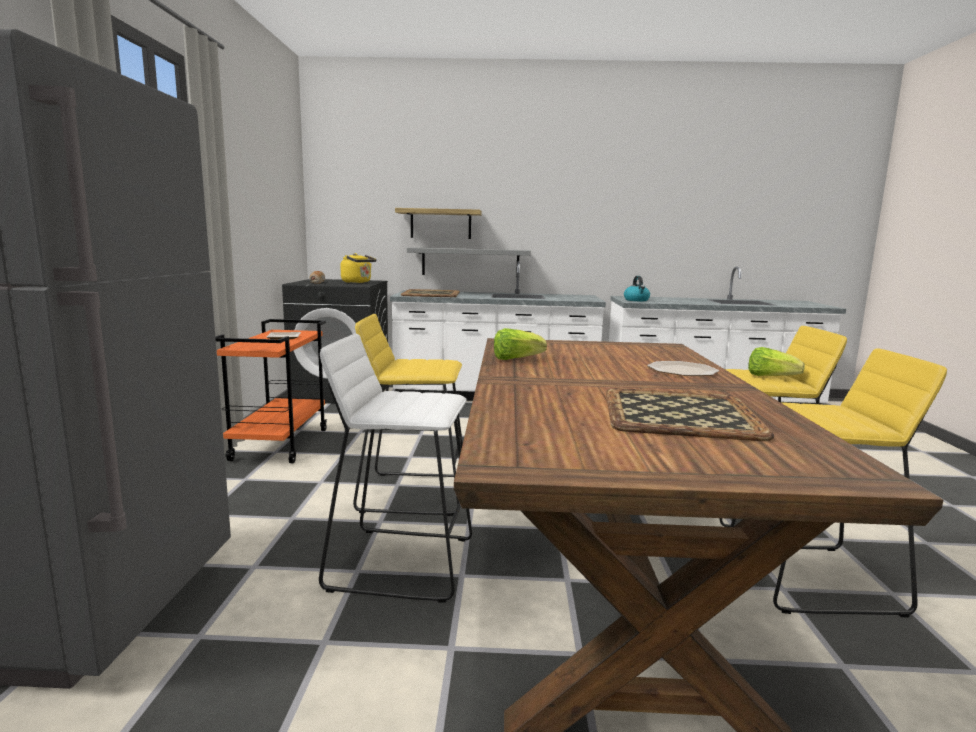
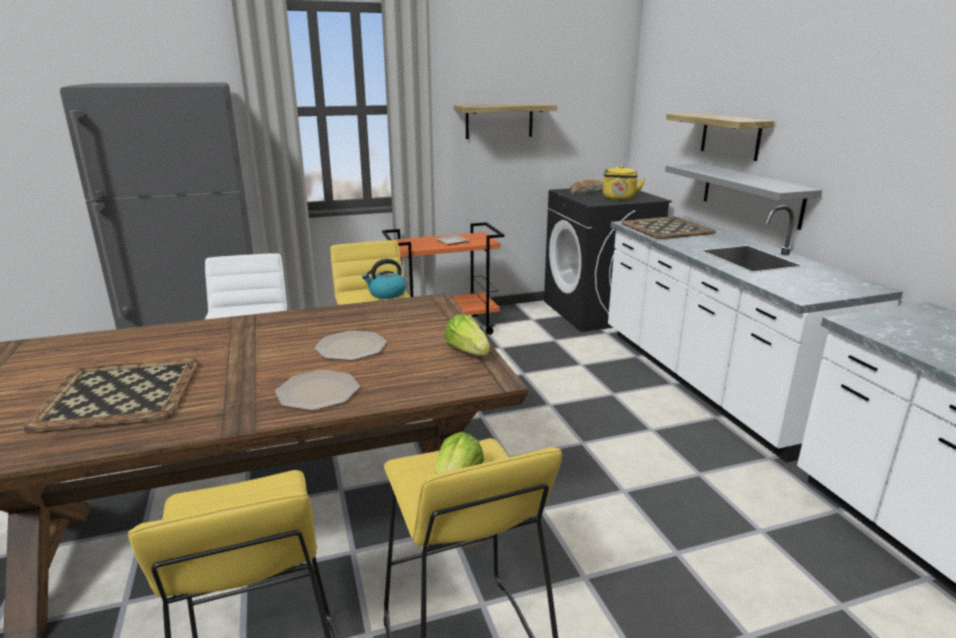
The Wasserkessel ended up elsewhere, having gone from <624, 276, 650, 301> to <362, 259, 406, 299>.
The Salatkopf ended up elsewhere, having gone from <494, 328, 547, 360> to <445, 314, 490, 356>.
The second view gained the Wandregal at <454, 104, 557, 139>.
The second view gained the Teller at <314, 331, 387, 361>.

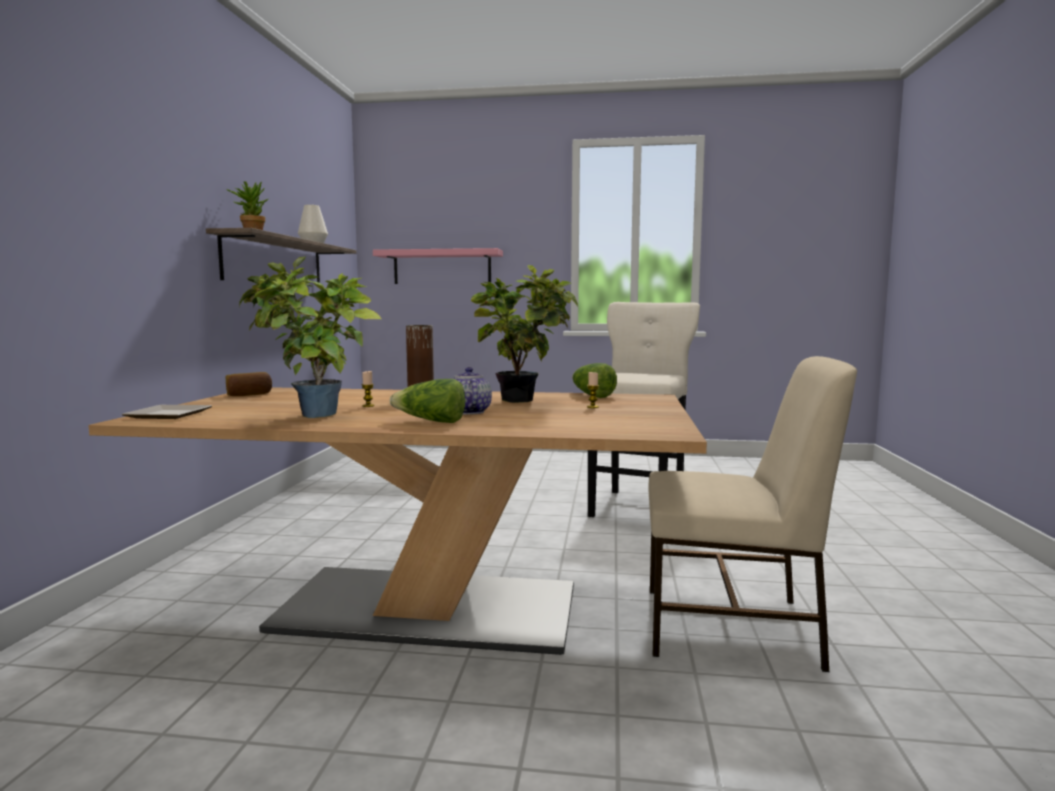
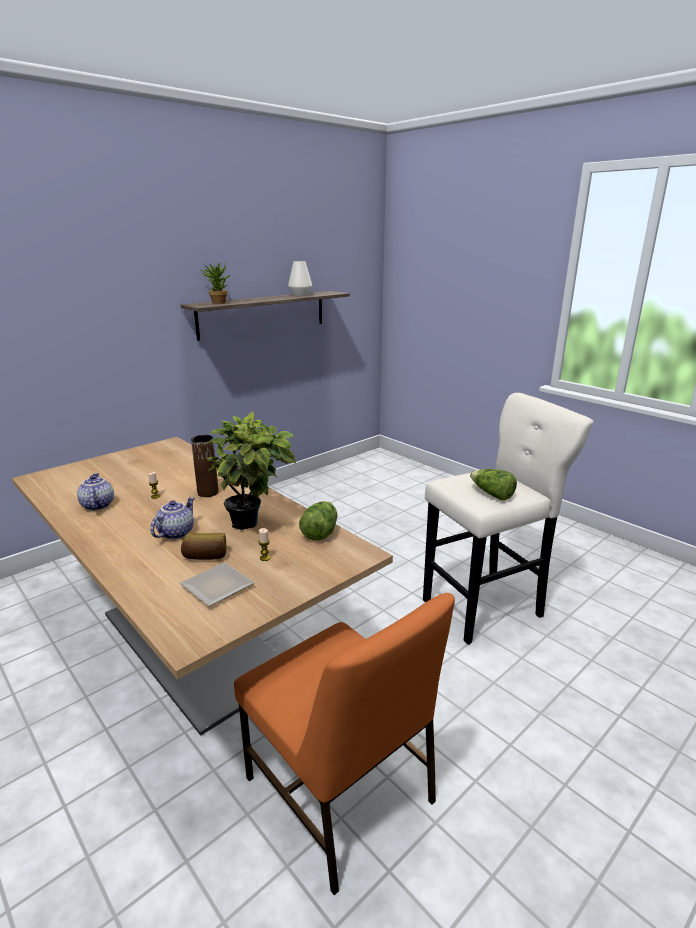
The second view lost the Wandregal [rosa] at <373, 248, 503, 284>.
Where the Topfpflanze stood at <239, 257, 382, 418>, the Teekanne came to stand at <77, 473, 114, 511>.
What was the Stuhl [beige] at <648, 356, 857, 672> turned into the Stuhl [orange] at <234, 593, 455, 895>.
The Brot ended up elsewhere, having gone from <226, 372, 272, 396> to <181, 532, 226, 560>.
The Salatkopf ended up elsewhere, having gone from <390, 379, 465, 423> to <470, 469, 517, 500>.
The Teller ended up elsewhere, having gone from <122, 405, 212, 419> to <180, 562, 255, 607>.

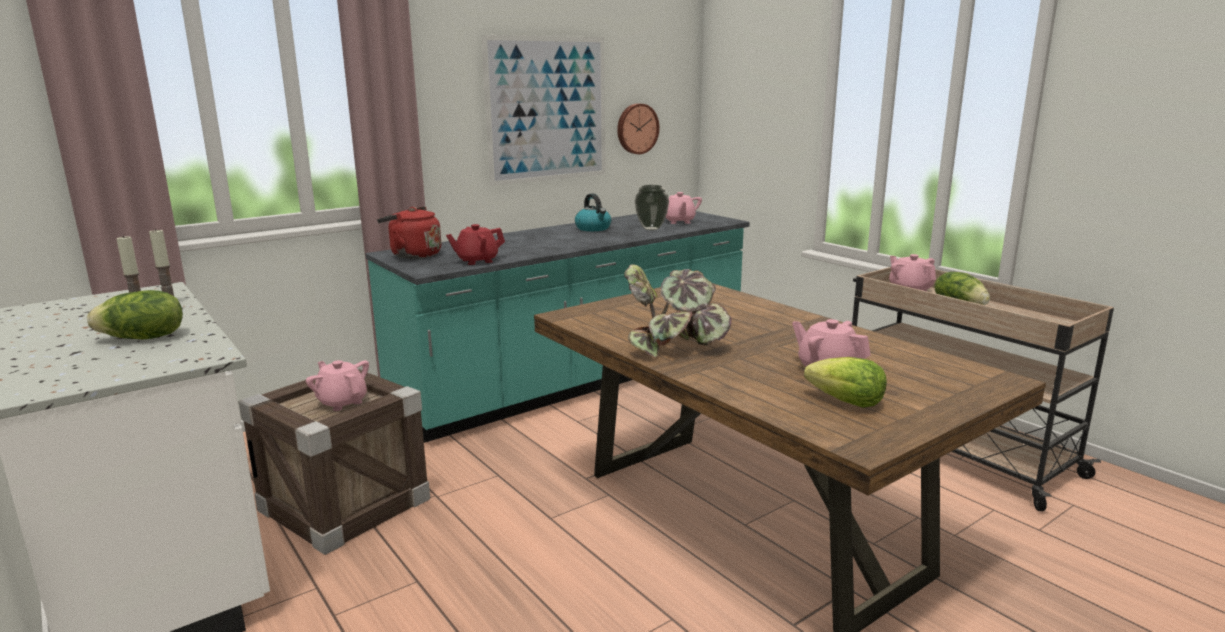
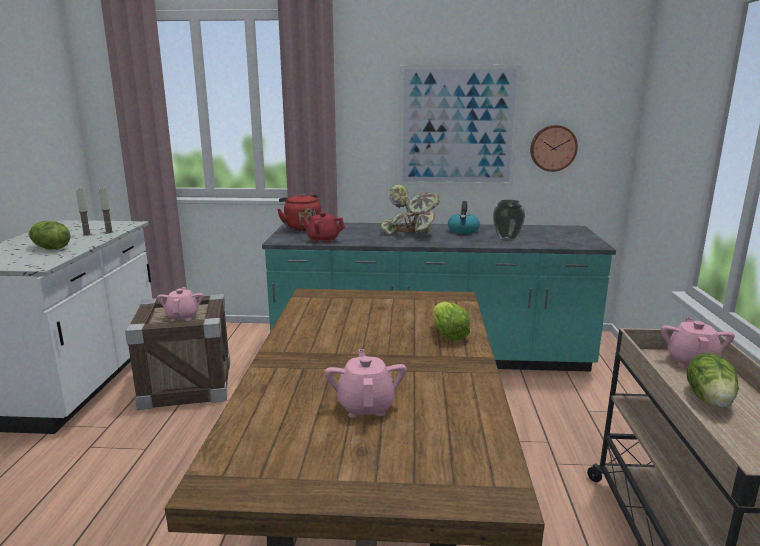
The second view lost the Teekanne [rosa] at <666, 192, 702, 224>.
The Topfpflanze ended up elsewhere, having gone from <624, 264, 732, 358> to <380, 185, 440, 235>.
The Salatkopf ended up elsewhere, having gone from <804, 357, 887, 408> to <433, 302, 470, 341>.

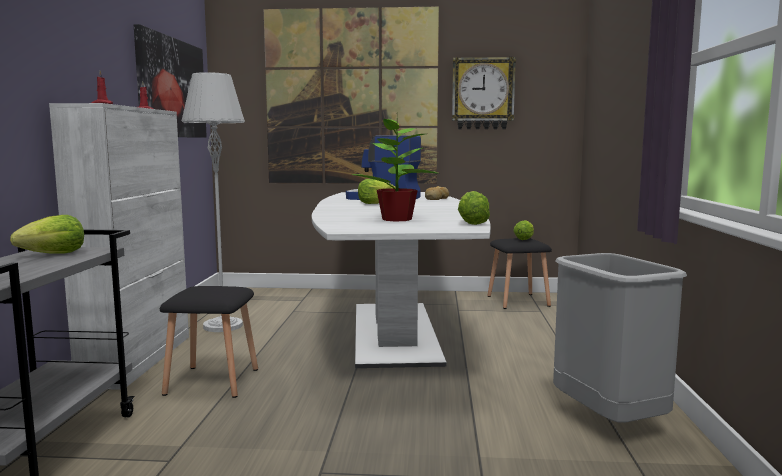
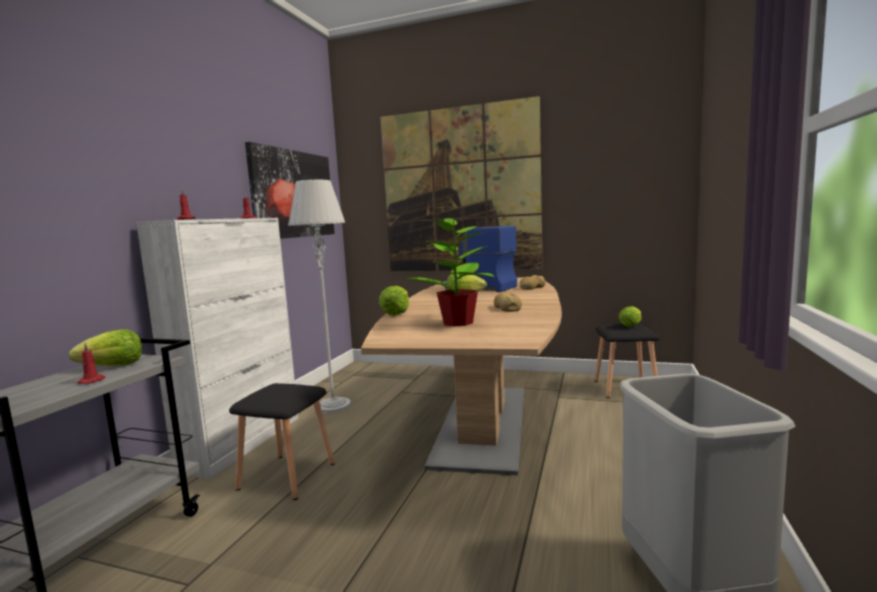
The second view lost the Wanduhr at <452, 57, 516, 129>.
The Salatkopf ended up elsewhere, having gone from <458, 191, 490, 225> to <379, 286, 409, 316>.
What was the Esstisch [weiß] at <312, 192, 491, 368> turned into the Esstisch [braun] at <361, 277, 562, 476>.
The second view gained the Brot at <494, 292, 522, 312>.
The second view gained the Kerze [rot] at <78, 342, 106, 384>.

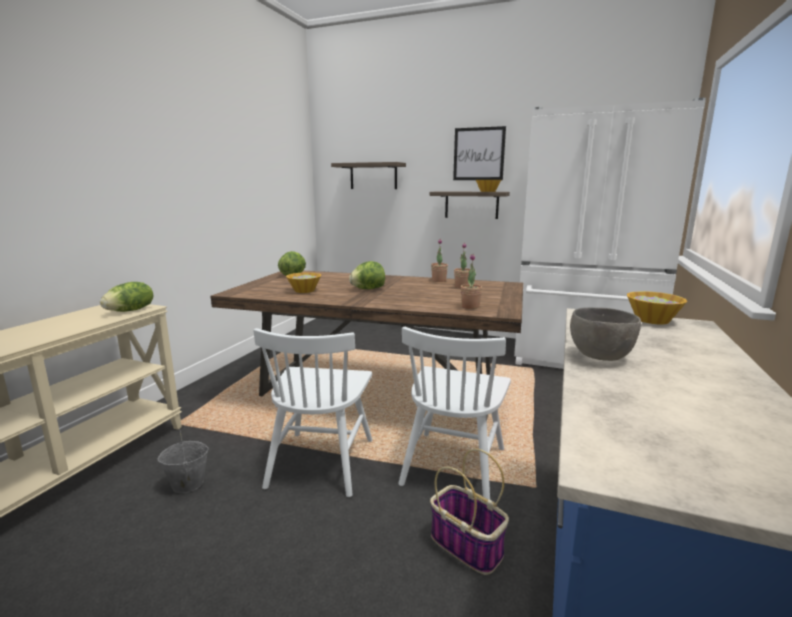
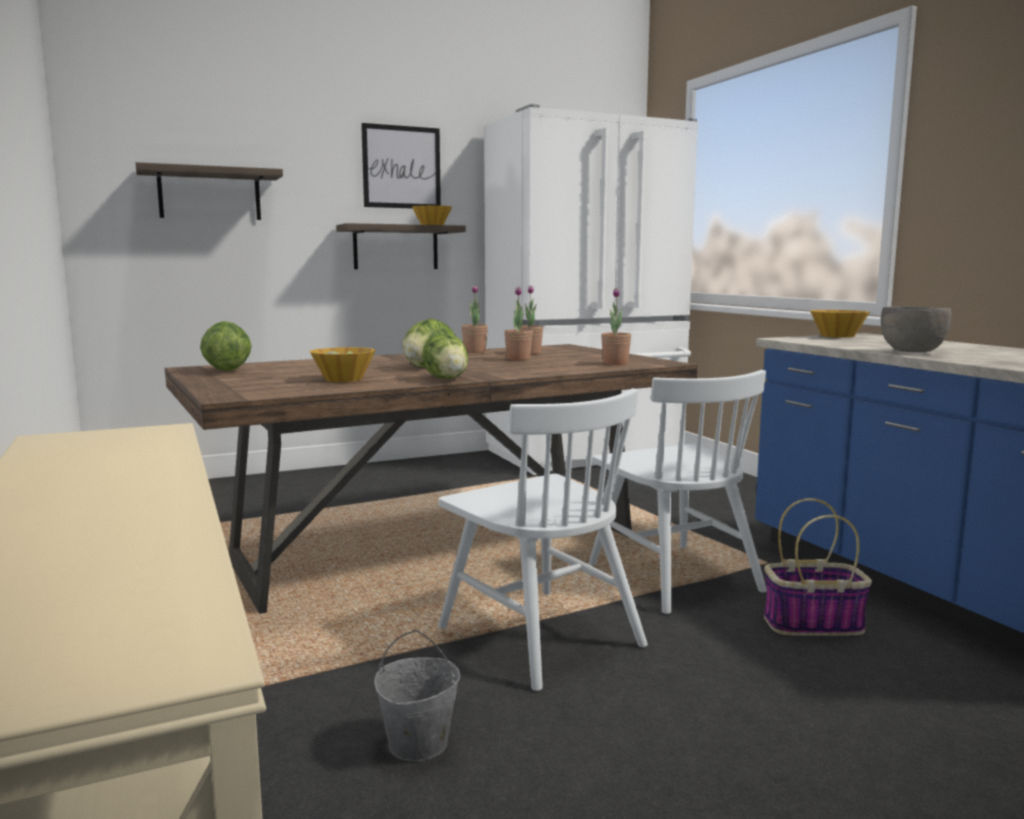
The Salatkopf ended up elsewhere, having gone from <100, 282, 154, 312> to <422, 334, 468, 379>.
The second view gained the Topfpflanze at <504, 287, 533, 360>.

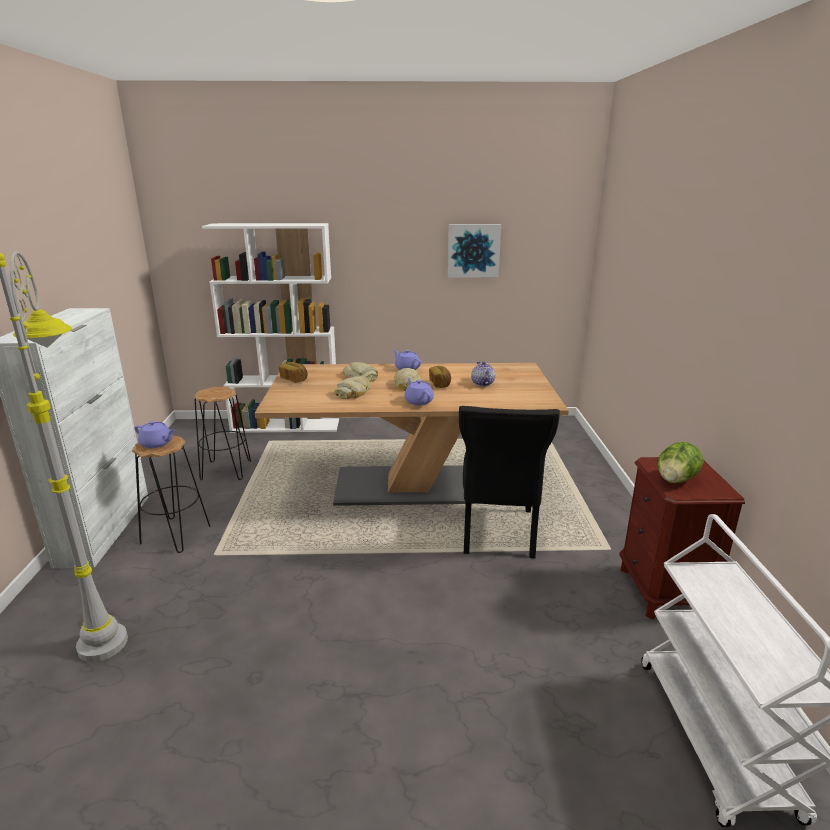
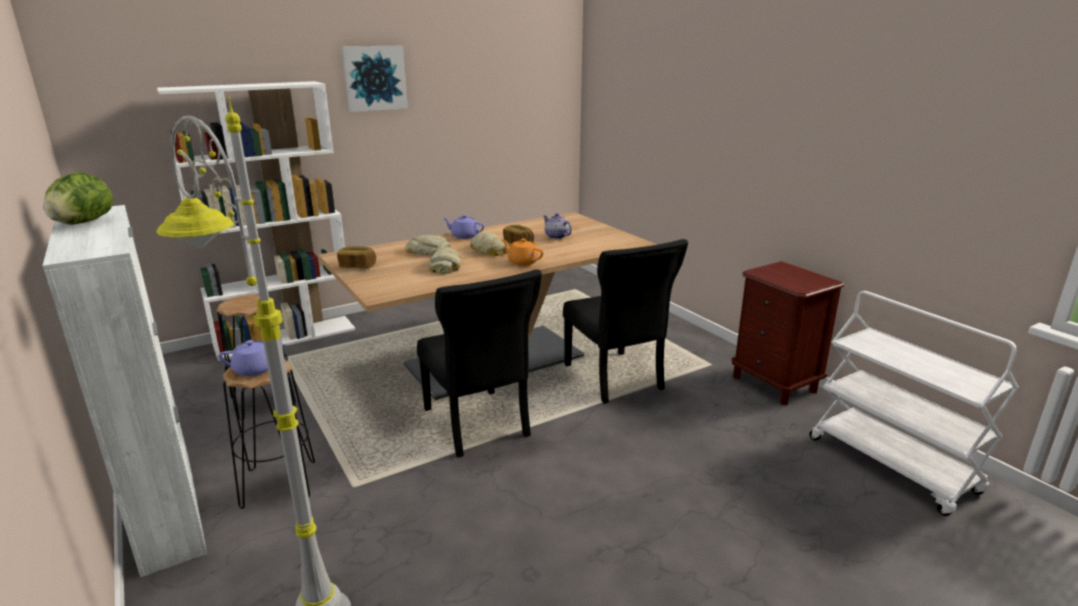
The Bild ended up elsewhere, having gone from <448, 224, 501, 278> to <341, 46, 408, 112>.
What was the Teekanne [lila] at <404, 378, 434, 405> turned into the Teekanne [orange] at <502, 238, 544, 266>.
The Salatkopf ended up elsewhere, having gone from <658, 442, 704, 483> to <43, 172, 113, 225>.
The second view gained the Stuhl [schwarz] at <417, 269, 542, 457>.

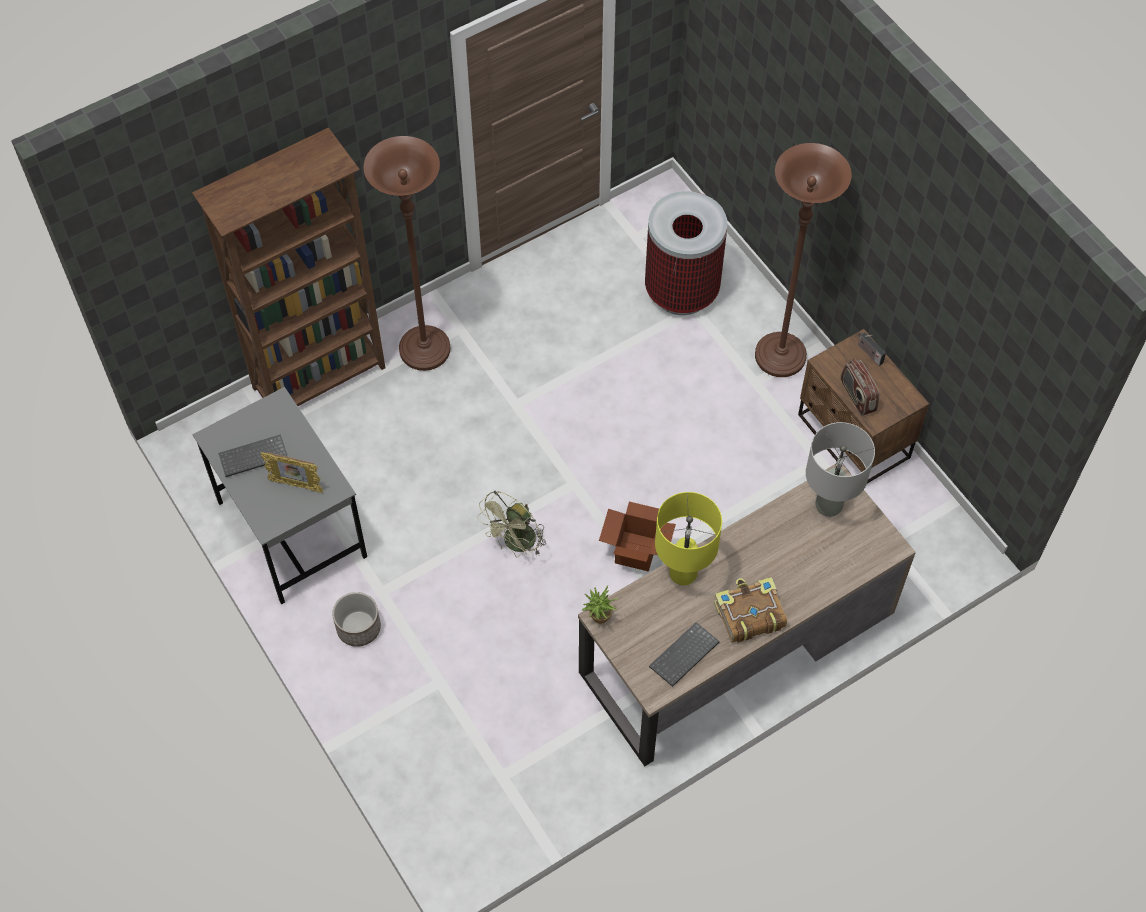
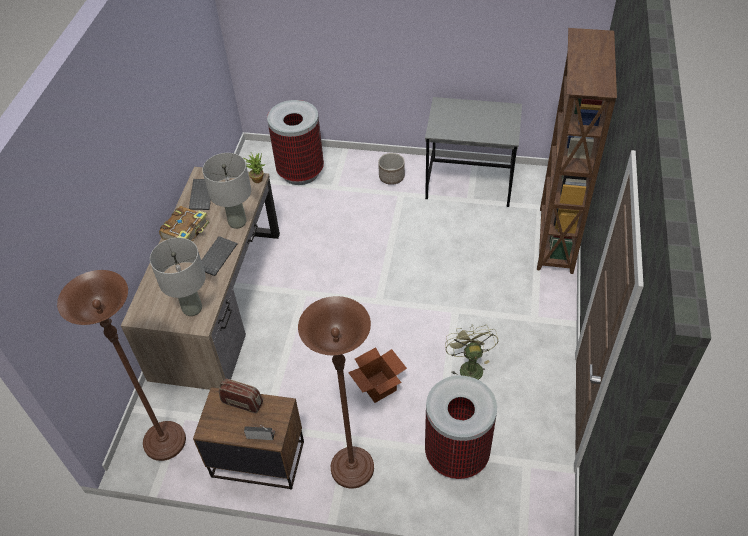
The Stehlampe [braun] ended up elsewhere, having gone from <363, 136, 450, 371> to <57, 270, 186, 461>.
The Tastatur ended up elsewhere, having gone from <218, 434, 288, 477> to <201, 236, 238, 276>.
The second view lost the Bilderrahmen at <260, 452, 323, 493>.
The Ventilator [grün] ended up elsewhere, having gone from <477, 491, 546, 557> to <445, 325, 498, 380>.
What was the Tischlampe [gelb] at <655, 492, 722, 586> turned into the Tischlampe [grau] at <202, 153, 251, 229>.
The Karton ended up elsewhere, having gone from <599, 502, 676, 571> to <348, 347, 407, 403>.
The second view gained the Mülleimer at <267, 100, 324, 185>.

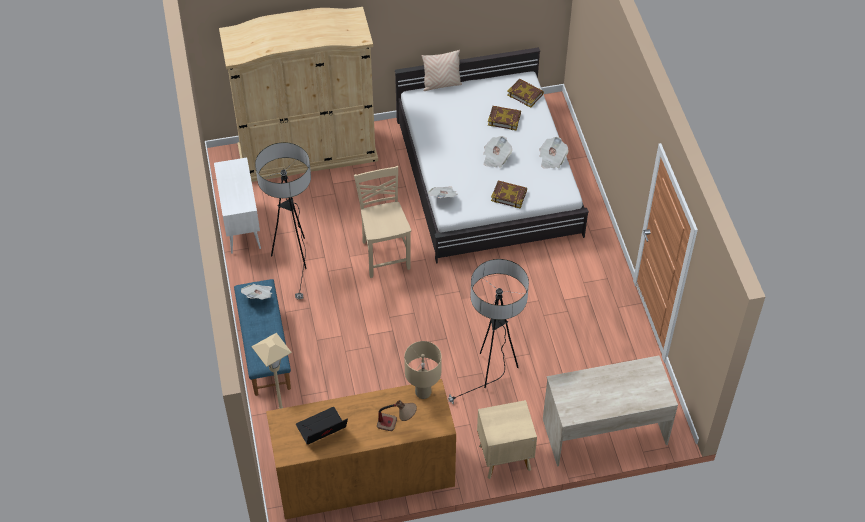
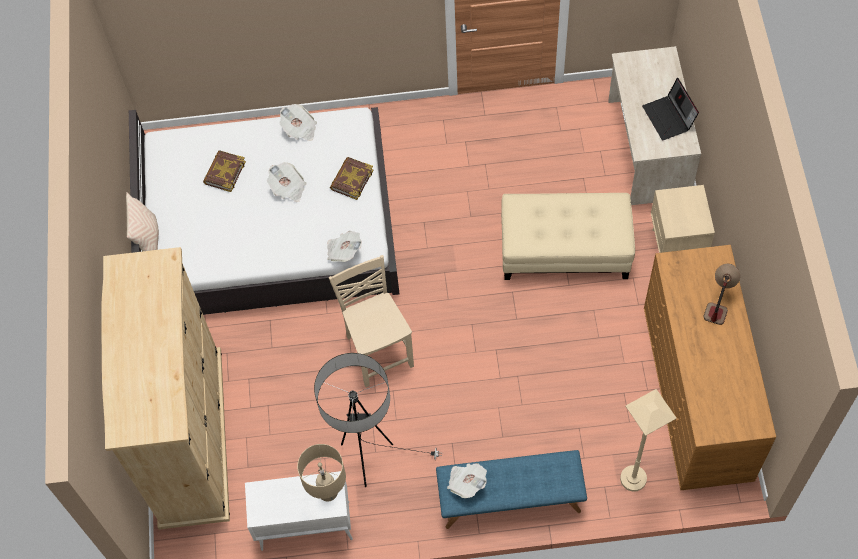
The second view lost the Buch at <507, 79, 544, 108>.
The Stuhl [beige] at <354, 166, 411, 278> ended up facing another way, 75 degrees clockwise from before.
Where the Stehlampe stood at <448, 259, 529, 404>, the Polsterhocker [beige] came to stand at <501, 193, 635, 280>.
The Tischlampe [beige] ended up elsewhere, having gone from <404, 341, 442, 399> to <297, 444, 346, 502>.
The Laptop ended up elsewhere, having gone from <296, 407, 348, 445> to <642, 78, 699, 140>.

